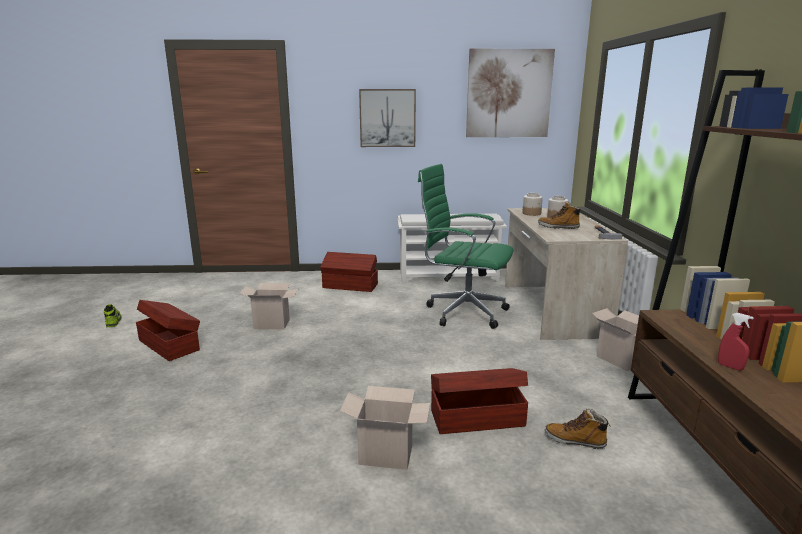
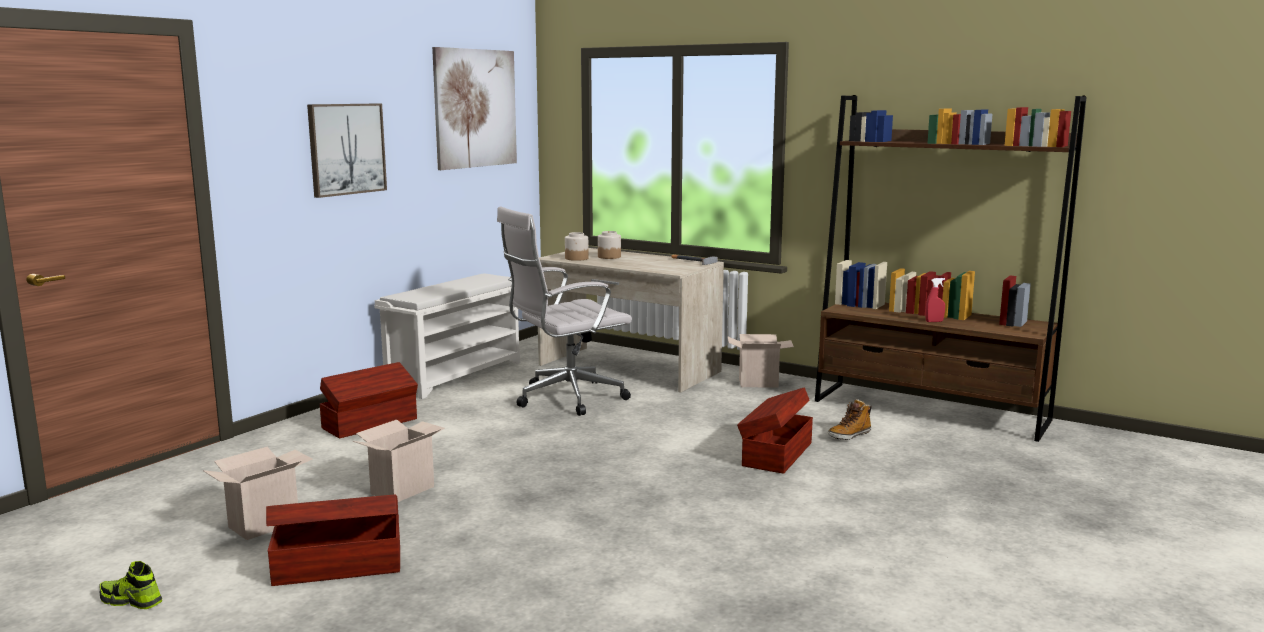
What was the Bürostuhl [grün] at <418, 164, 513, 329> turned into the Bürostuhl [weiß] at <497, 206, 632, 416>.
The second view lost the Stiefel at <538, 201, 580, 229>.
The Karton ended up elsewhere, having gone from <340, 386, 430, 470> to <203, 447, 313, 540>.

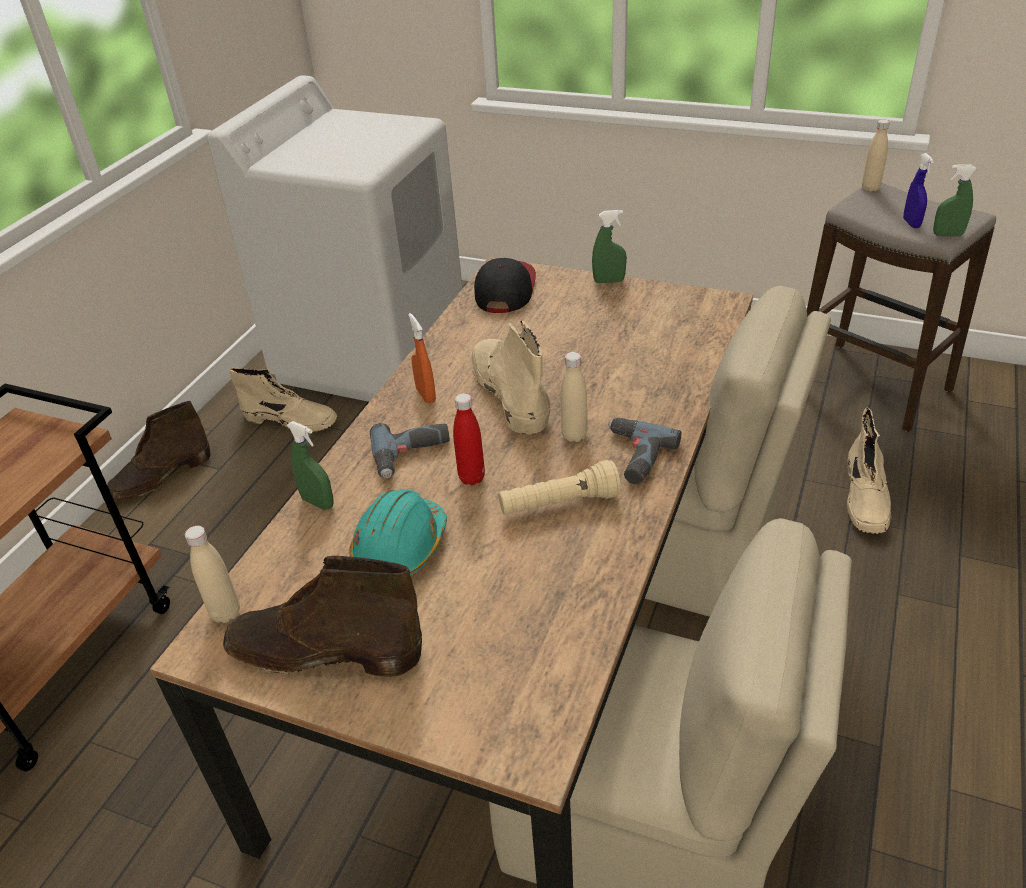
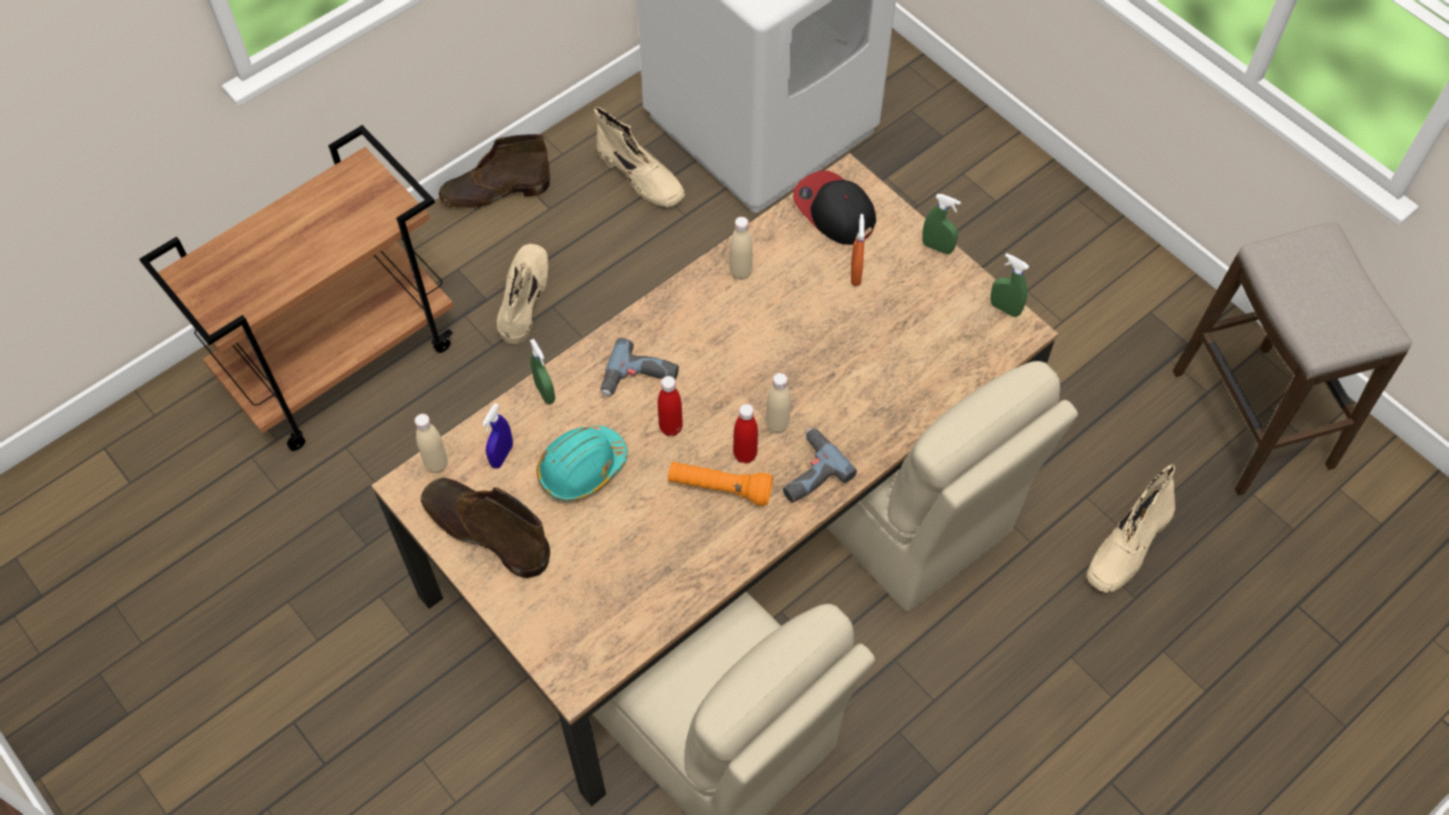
The Flasche [beige] ended up elsewhere, having gone from <862, 119, 890, 191> to <730, 217, 753, 280>.
The Sprühflasche [blau] ended up elsewhere, having gone from <903, 153, 934, 228> to <482, 403, 513, 468>.
The Sprühflasche [grün] ended up elsewhere, having gone from <933, 164, 977, 236> to <990, 253, 1029, 317>.
The Kappe at <474, 258, 536, 313> ended up facing another way, 75 degrees counterclockwise from before.
The Sprühflasche [orange] ended up elsewhere, having gone from <408, 313, 436, 403> to <851, 214, 865, 286>.
The Stiefel [beige] ended up elsewhere, having gone from <472, 321, 550, 436> to <497, 244, 548, 344>.
What was the Taschenlampe [beige] at <499, 460, 621, 515> turned into the Taschenlampe [orange] at <668, 462, 773, 506>.
The second view gained the Flasche [rot] at <733, 404, 758, 464>.

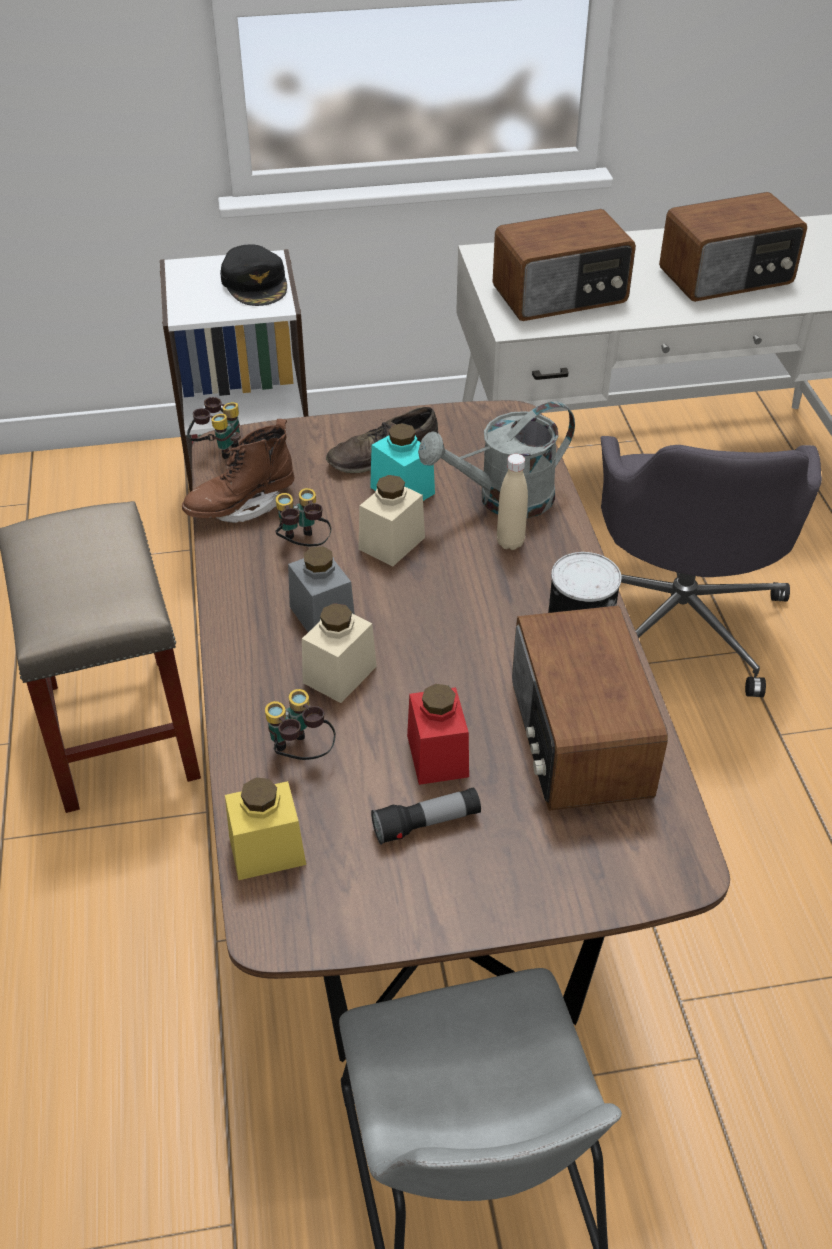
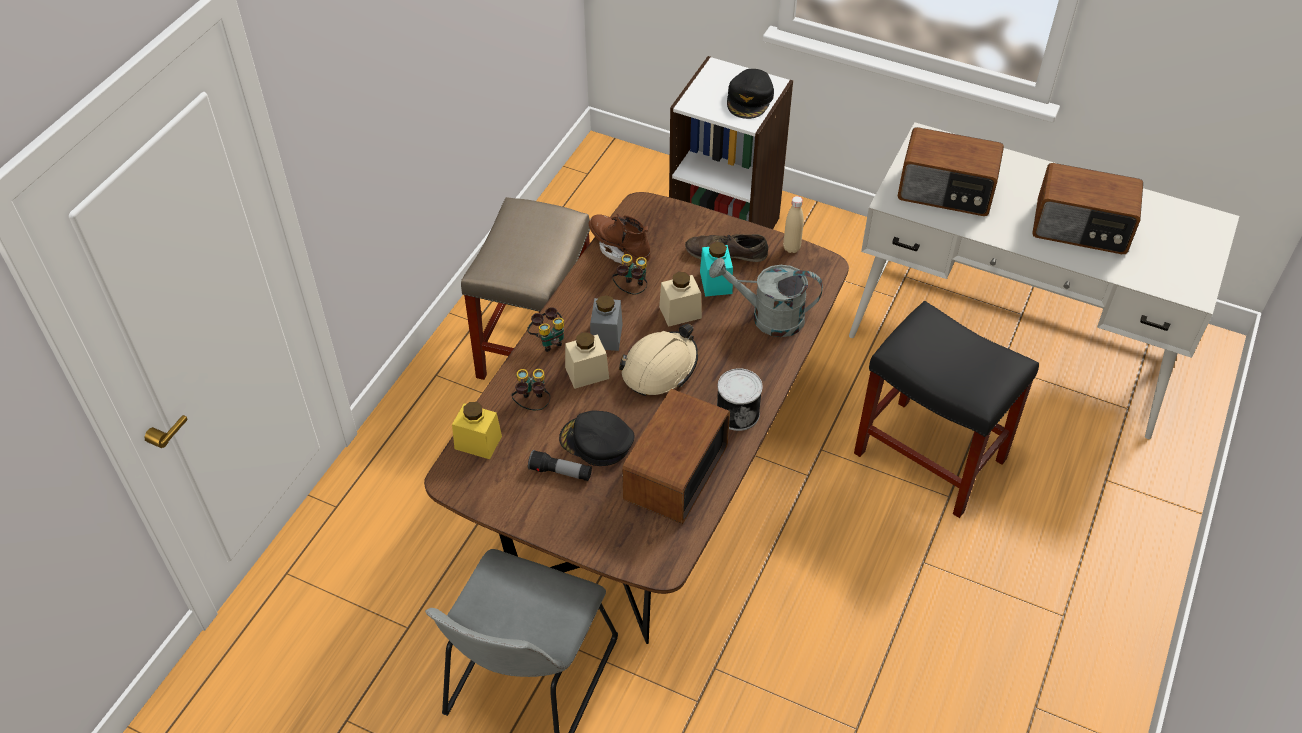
The Fernglas ended up elsewhere, having gone from <187, 397, 241, 459> to <527, 307, 564, 352>.
The Stiefel [braun] at <182, 419, 294, 523> ended up facing another way, 45 degrees clockwise from before.
Where the Bürostuhl [grau] stood at <600, 436, 822, 697>, the Hocker [schwarz] came to stand at <854, 301, 1039, 518>.
The Flasche [beige] ended up elsewhere, having gone from <497, 454, 528, 550> to <783, 196, 804, 253>.
Where the Vorratsglas [rot] stood at <407, 684, 469, 785>, the Kappe [schwarz] came to stand at <559, 410, 634, 466>.
The second view gained the Schutzhelm [beige] at <619, 324, 698, 396>.

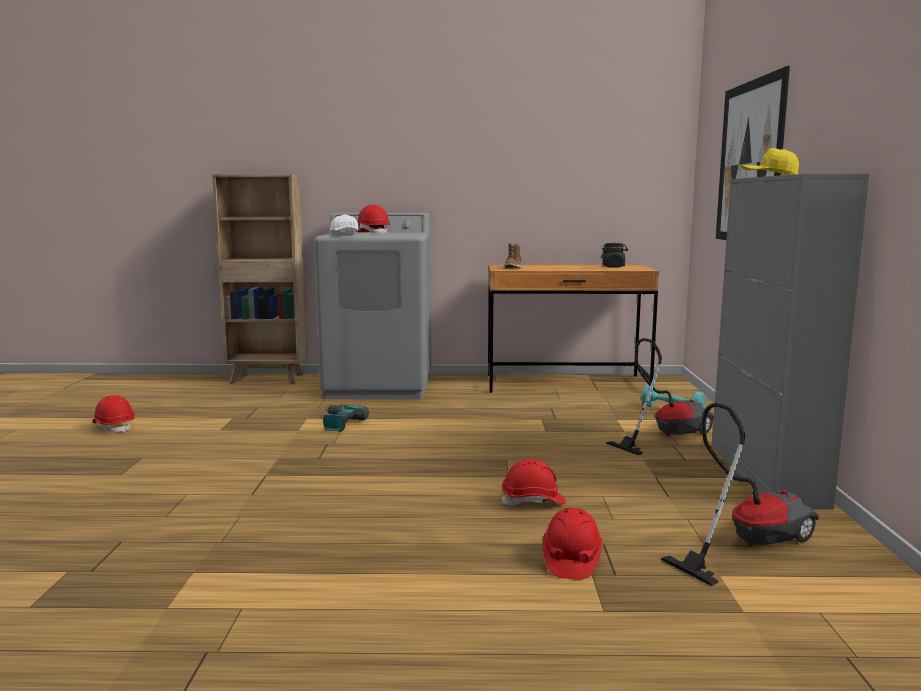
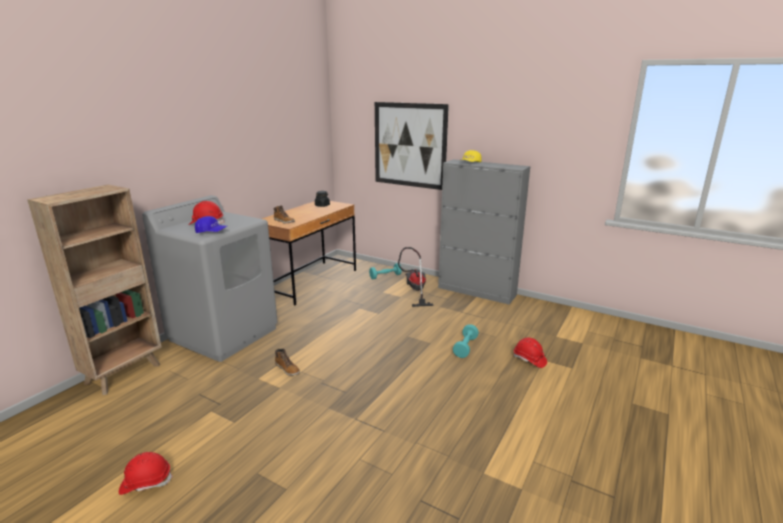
What was the Kappe [weiß] at <330, 215, 359, 234> turned into the Kappe [blau] at <195, 216, 227, 233>.
The second view lost the Staubsauger at <661, 403, 819, 586>.
Where the Bohrmaschine stood at <323, 405, 369, 432>, the Stiefel came to stand at <275, 349, 300, 376>.
Where the Schutzhelm [rot] stood at <501, 459, 566, 506>, the Hantel [türkis] came to stand at <453, 324, 479, 358>.

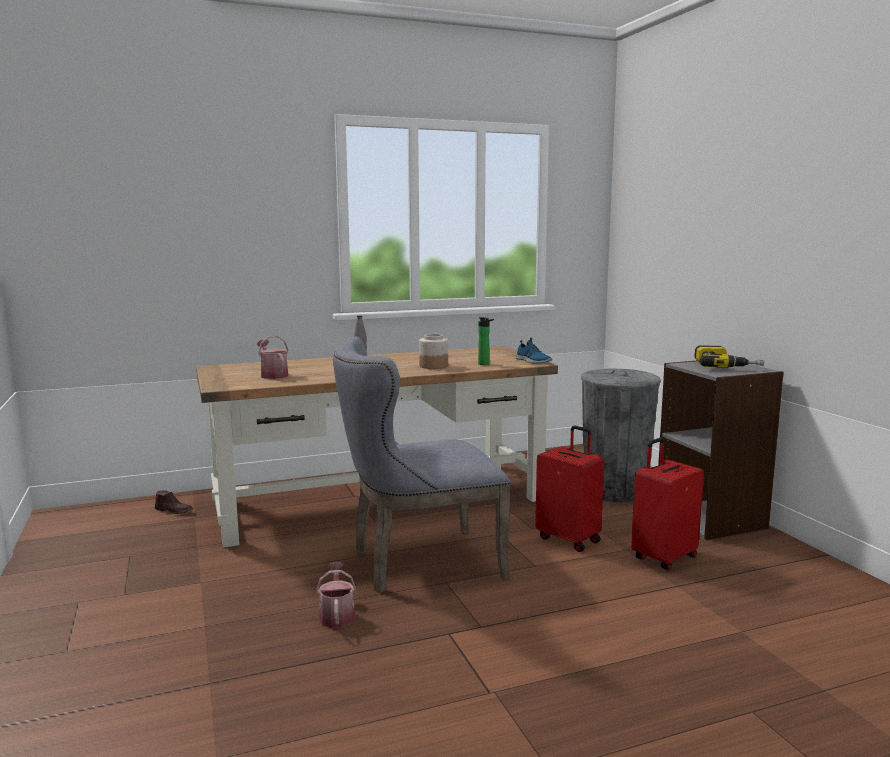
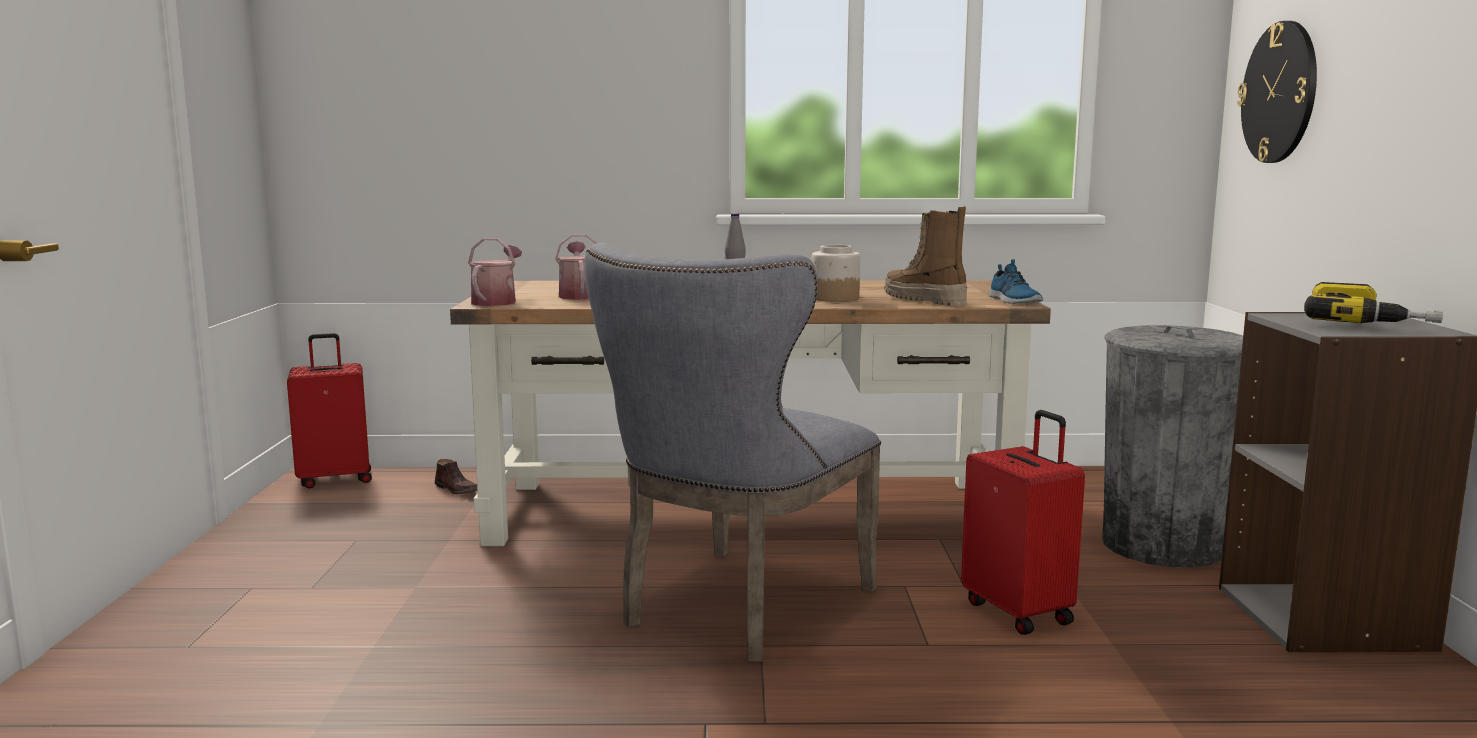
Where the Flasche stood at <478, 317, 494, 365>, the Stiefel came to stand at <884, 206, 967, 306>.
The Stuhl [grau] at <333, 337, 511, 593> ended up facing another way, 60 degrees counterclockwise from before.
The Koffer [rot] ended up elsewhere, having gone from <631, 438, 704, 570> to <287, 333, 372, 488>.
The Gießkanne ended up elsewhere, having gone from <316, 562, 356, 628> to <468, 238, 522, 306>.
The second view gained the Wanduhr at <1237, 21, 1317, 163>.

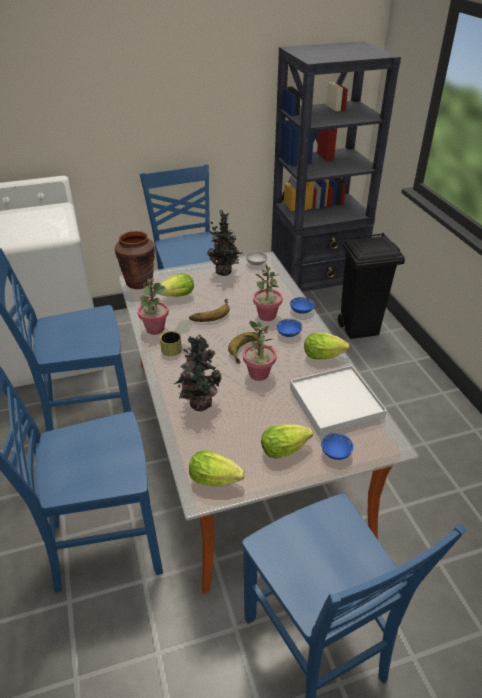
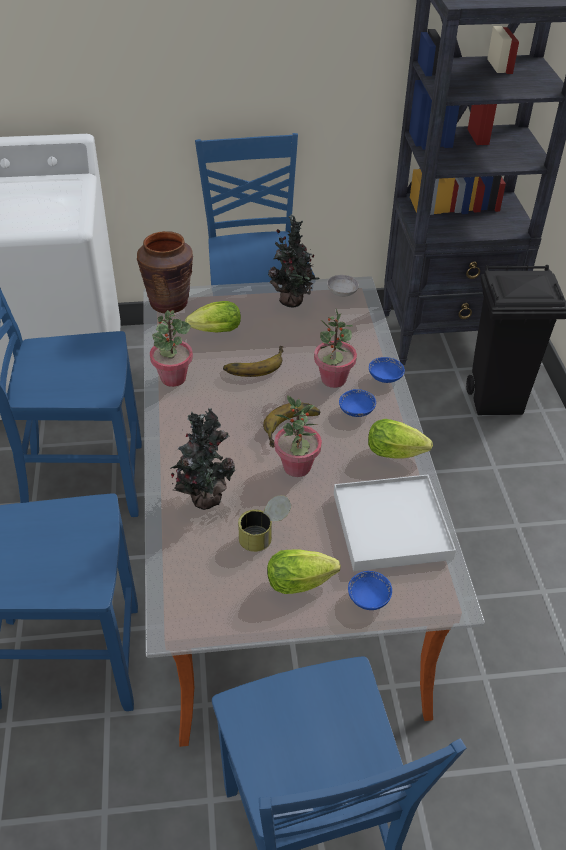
The Dose ended up elsewhere, having gone from <160, 320, 192, 357> to <238, 495, 291, 552>.
The second view lost the Salatkopf at <189, 450, 245, 486>.

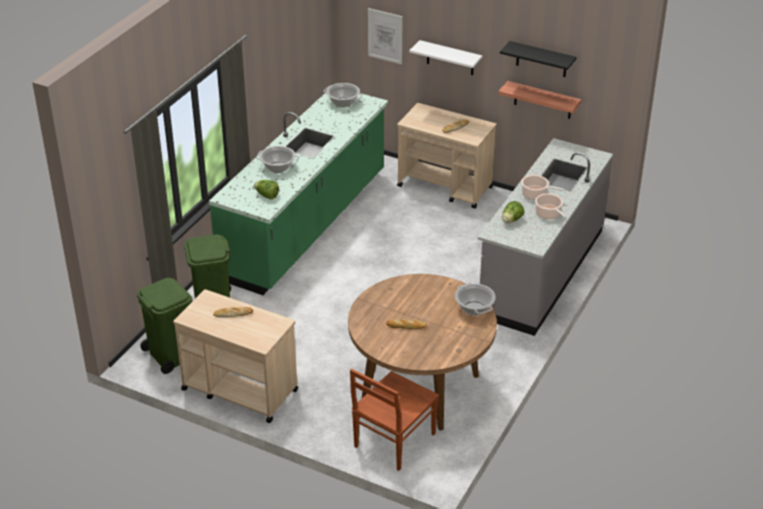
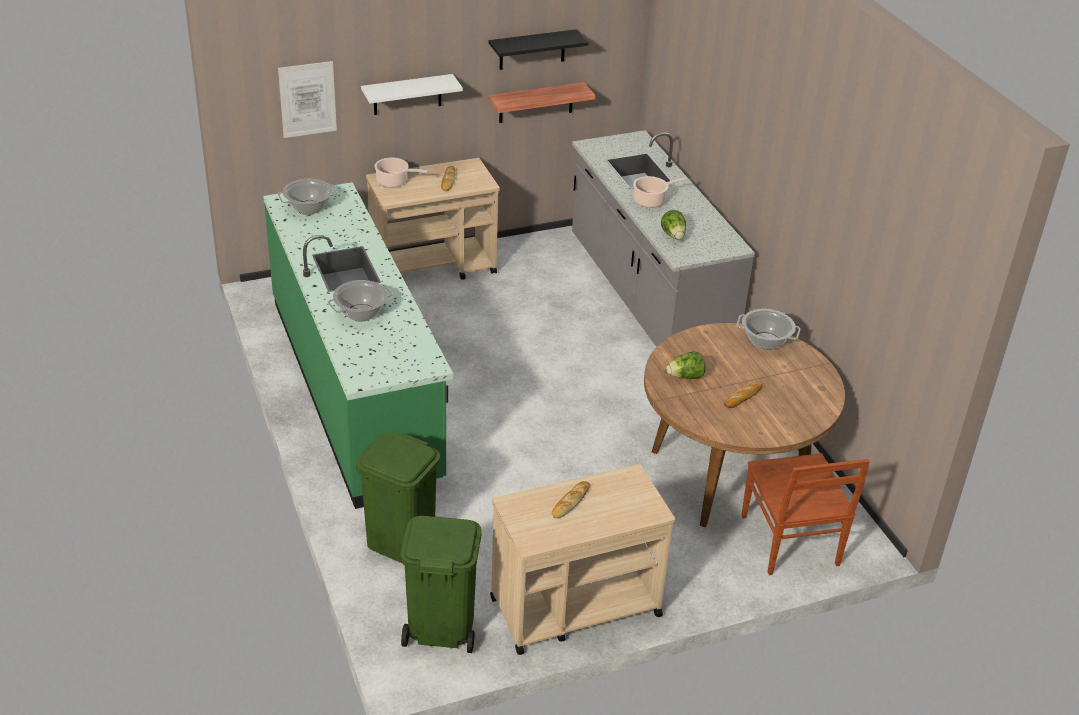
The Salatkopf ended up elsewhere, having gone from <254, 180, 279, 199> to <666, 351, 706, 379>.
The Kochtopf ended up elsewhere, having gone from <535, 193, 567, 219> to <374, 157, 428, 188>.

